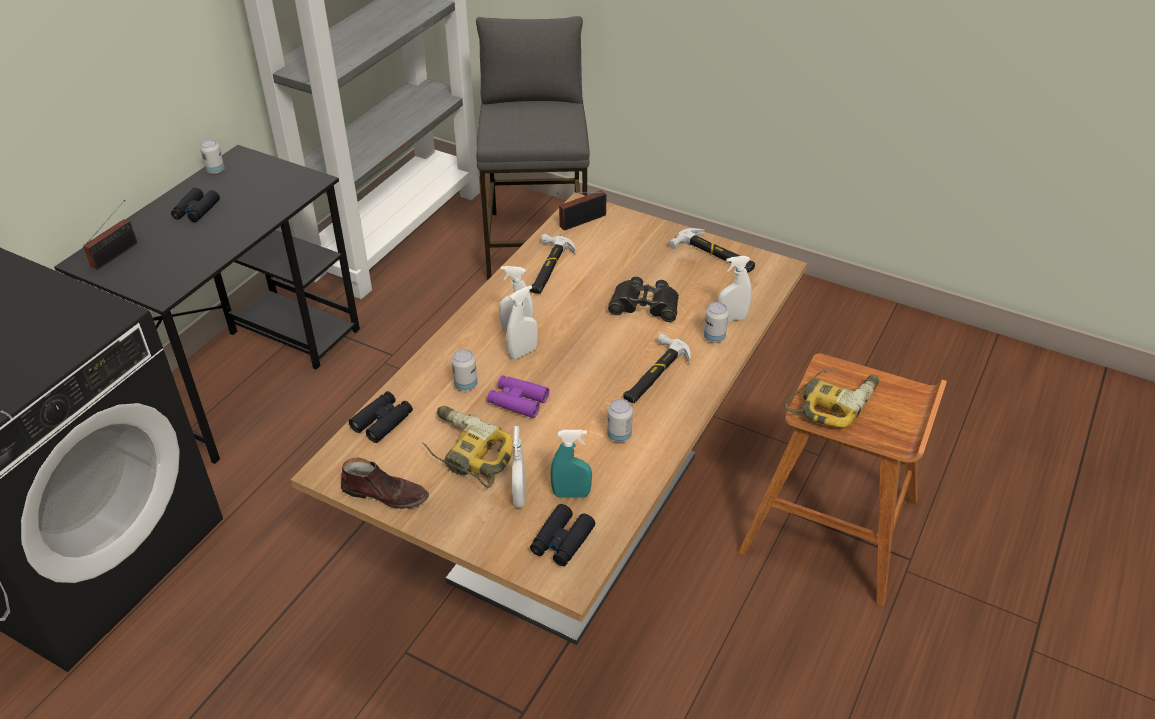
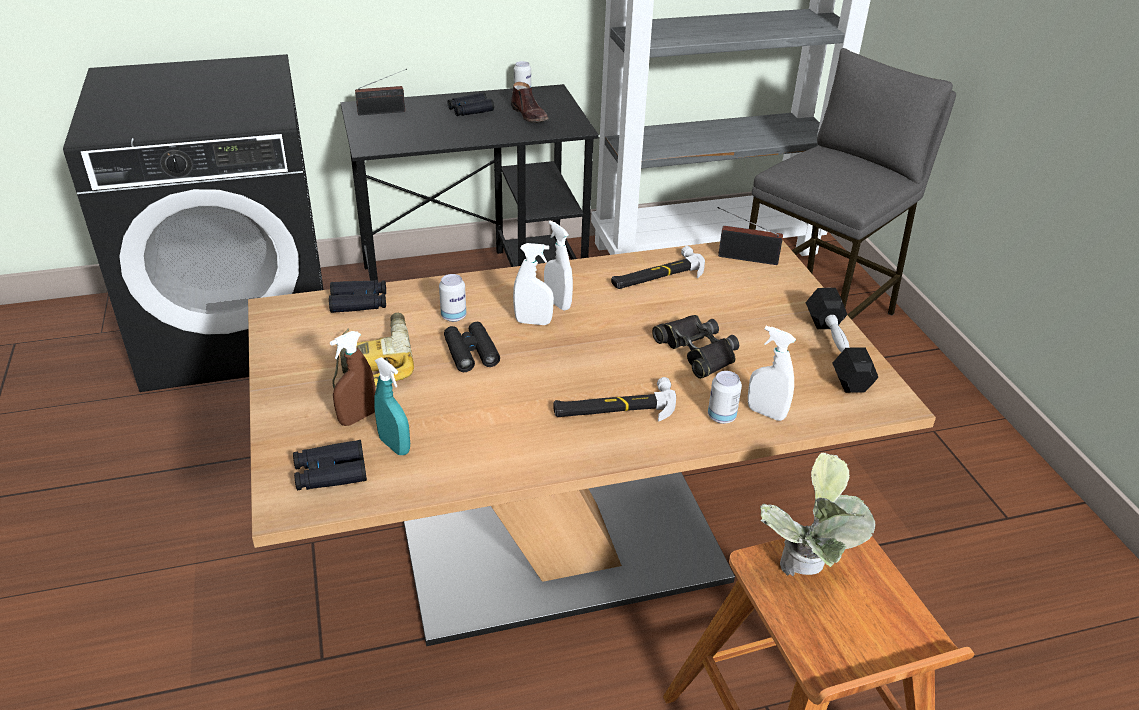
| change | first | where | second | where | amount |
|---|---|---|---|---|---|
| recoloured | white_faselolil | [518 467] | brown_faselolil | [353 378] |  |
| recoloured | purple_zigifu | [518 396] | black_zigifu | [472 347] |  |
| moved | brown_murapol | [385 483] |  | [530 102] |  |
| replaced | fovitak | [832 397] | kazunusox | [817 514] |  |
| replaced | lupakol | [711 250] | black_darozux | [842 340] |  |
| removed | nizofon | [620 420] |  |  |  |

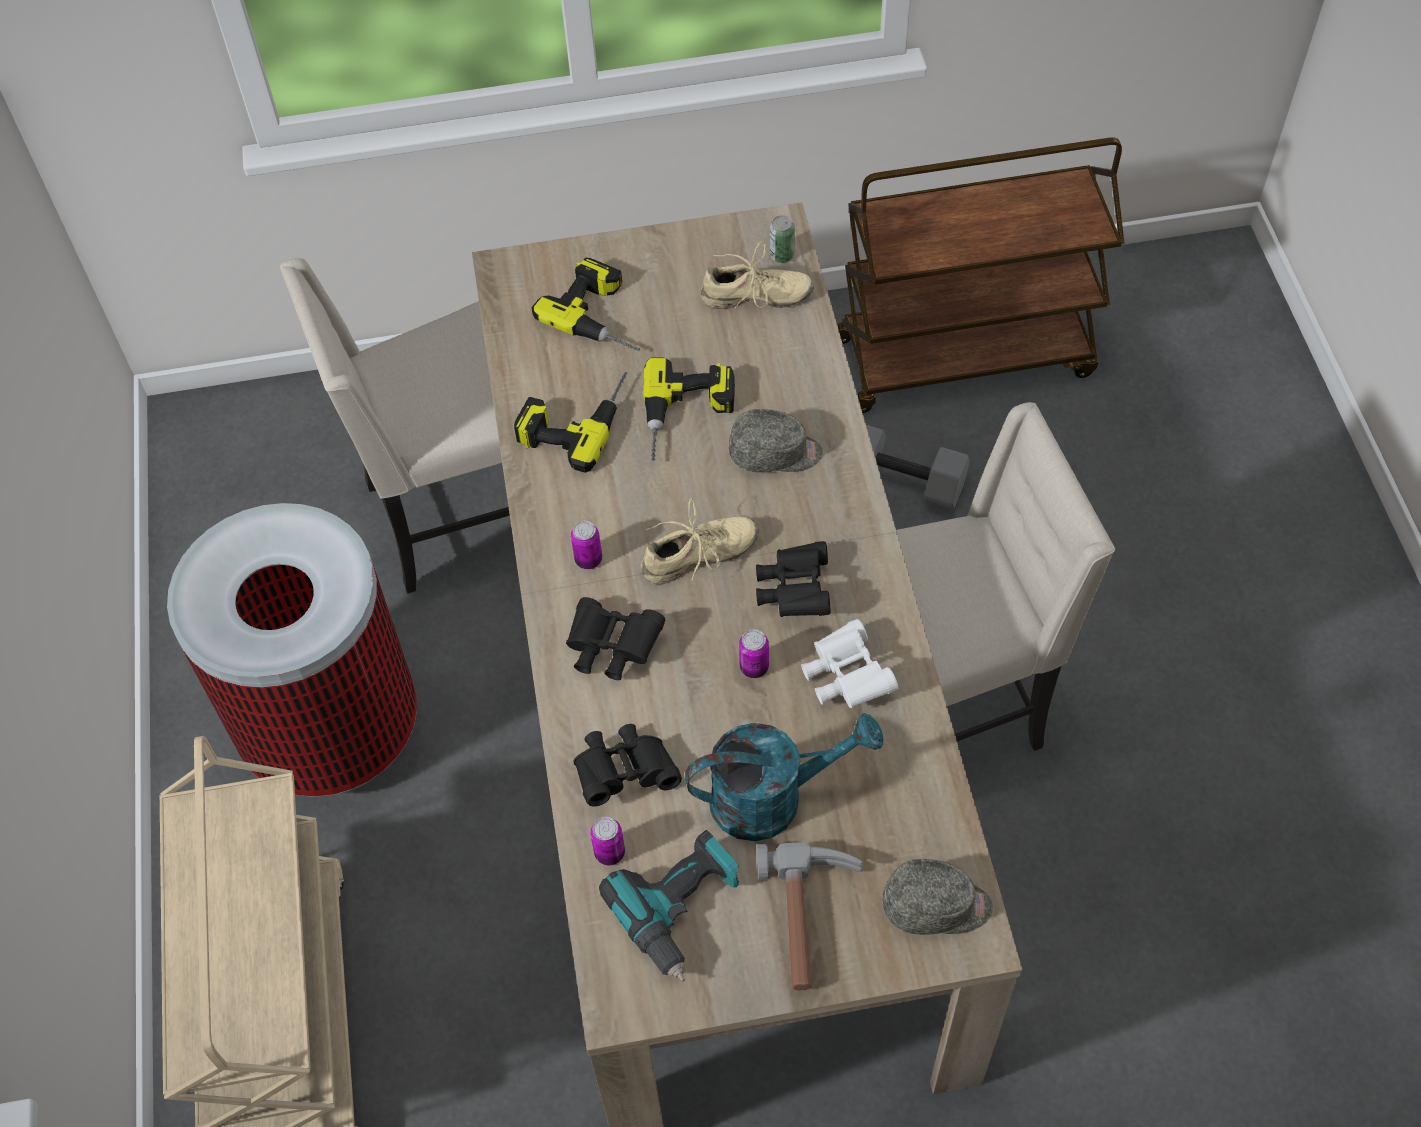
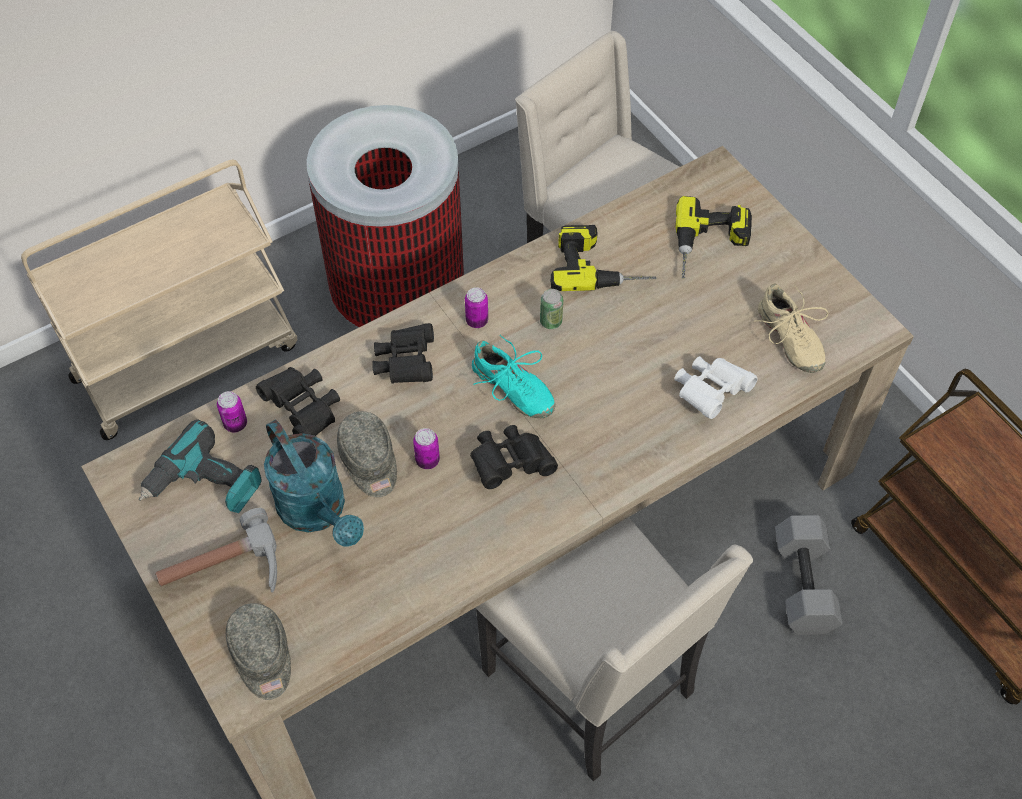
| change | first | where | second | where | amount |
|---|---|---|---|---|---|
| moved | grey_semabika | [776 441] |  | [367 454] |  |
| recoloured | beige_murapol | [700 541] | turquoise_murapol | [514 377] |  |
| moved | nizofon | [782 239] |  | [551 309] |  |
| moved | white_zigifu | [850 663] |  | [716 387] |  |
| removed | fovitak | [689 409] |  |  |  |

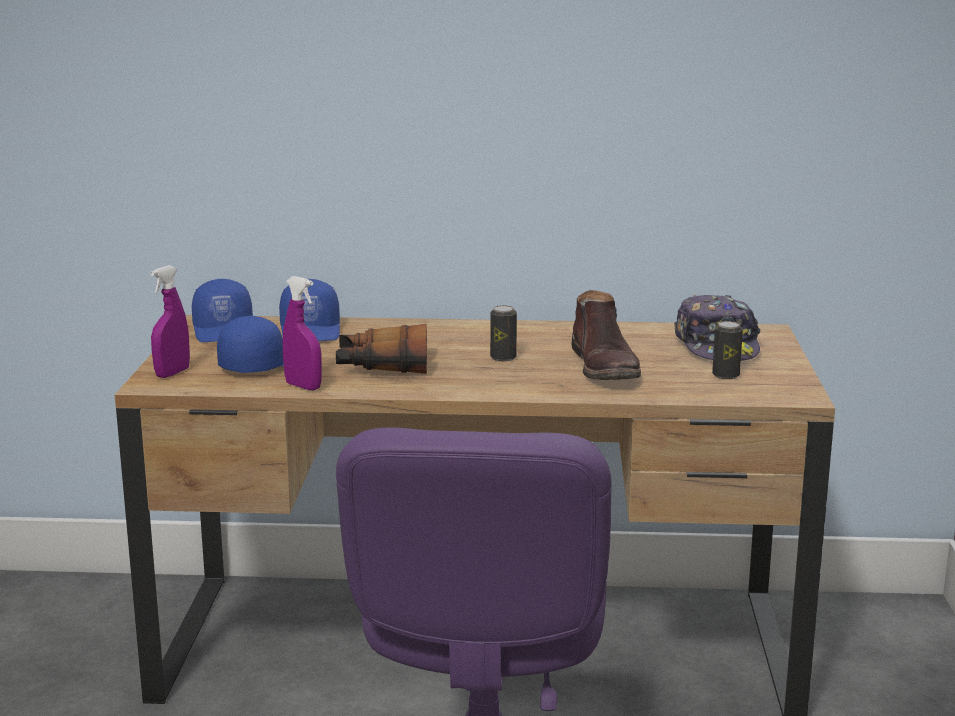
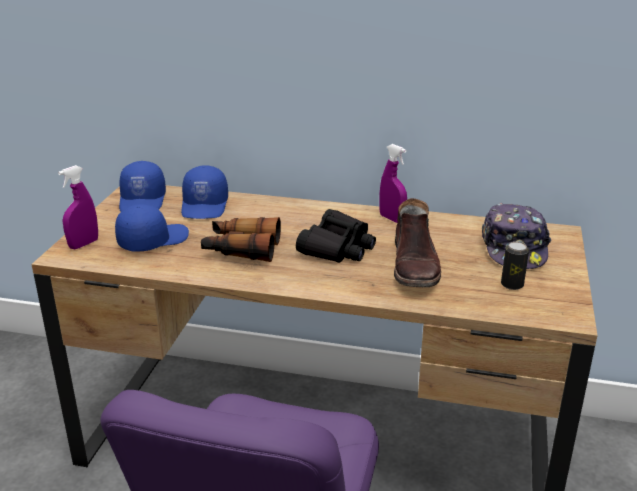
| change | first | where | second | where | amount |
|---|---|---|---|---|---|
| replaced | nizofon | [503 333] | black_zigifu | [336 236] |  |
| moved | purple_faselolil | [302 333] |  | [393 183] |  |

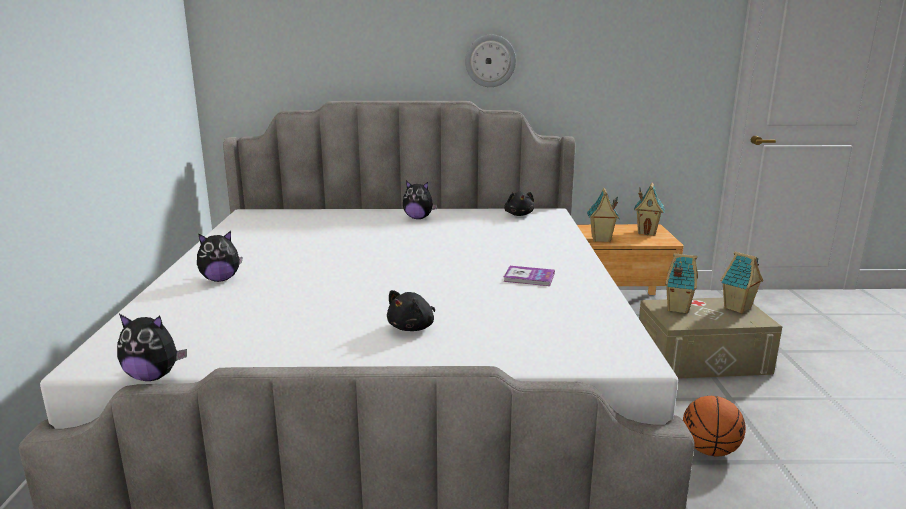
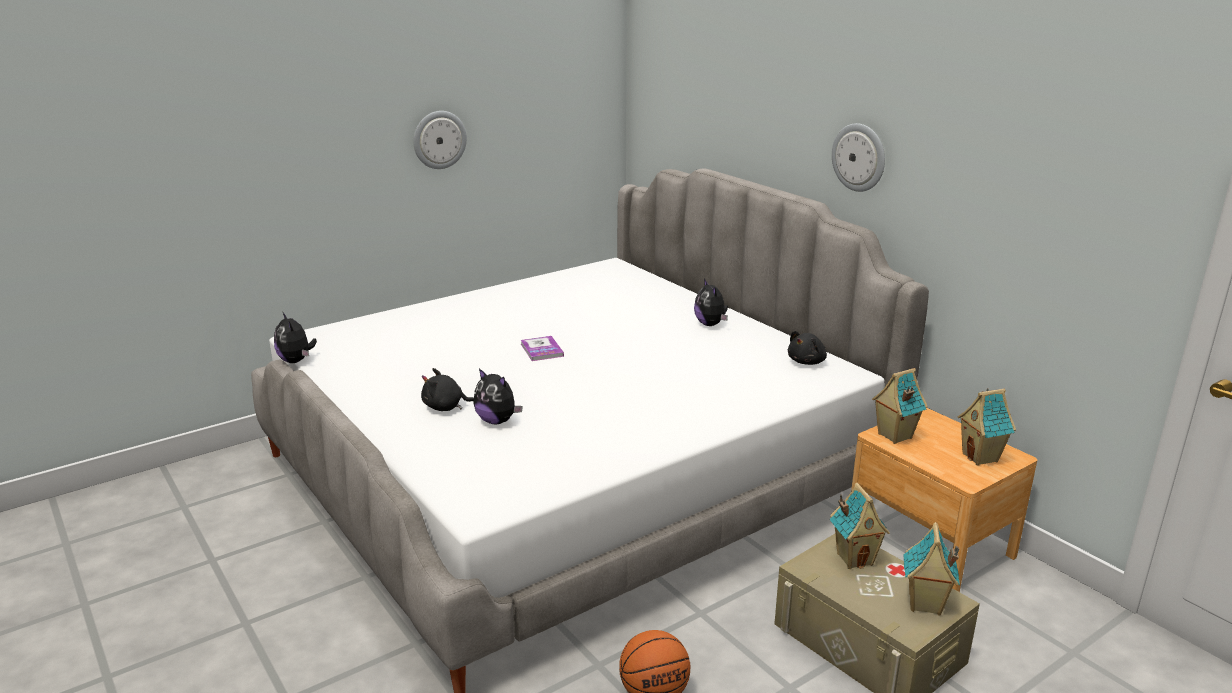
| change | first | where | second | where | amount |
|---|---|---|---|---|---|
| added |  |  | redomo | [440 140] |  |
| moved | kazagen | [219 256] |  | [498 396] |  |
| moved | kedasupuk | [529 276] |  | [542 348] |  |

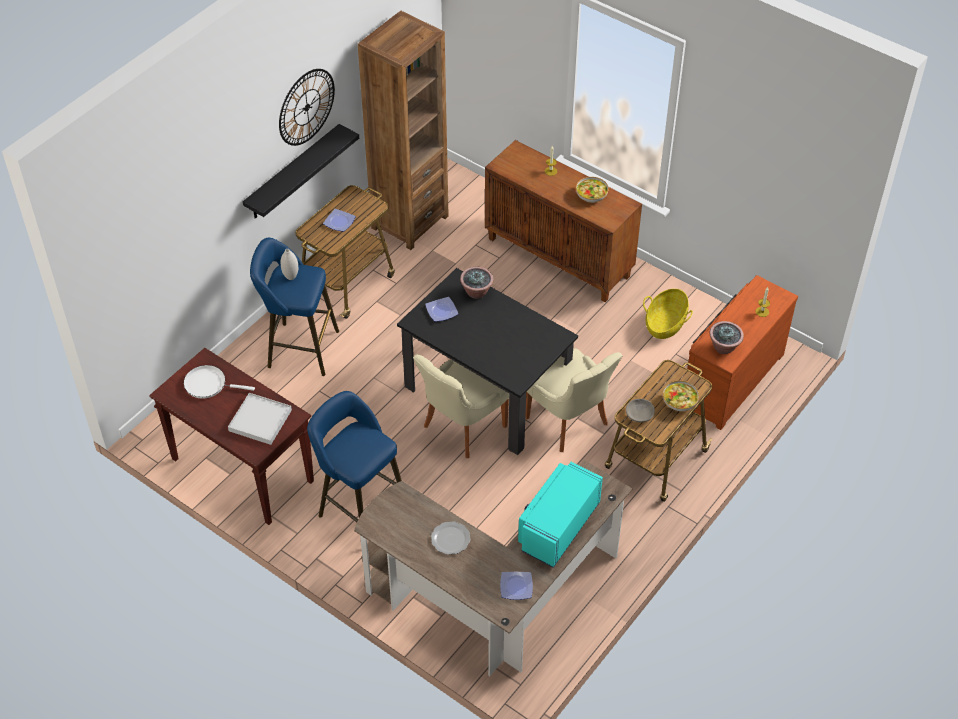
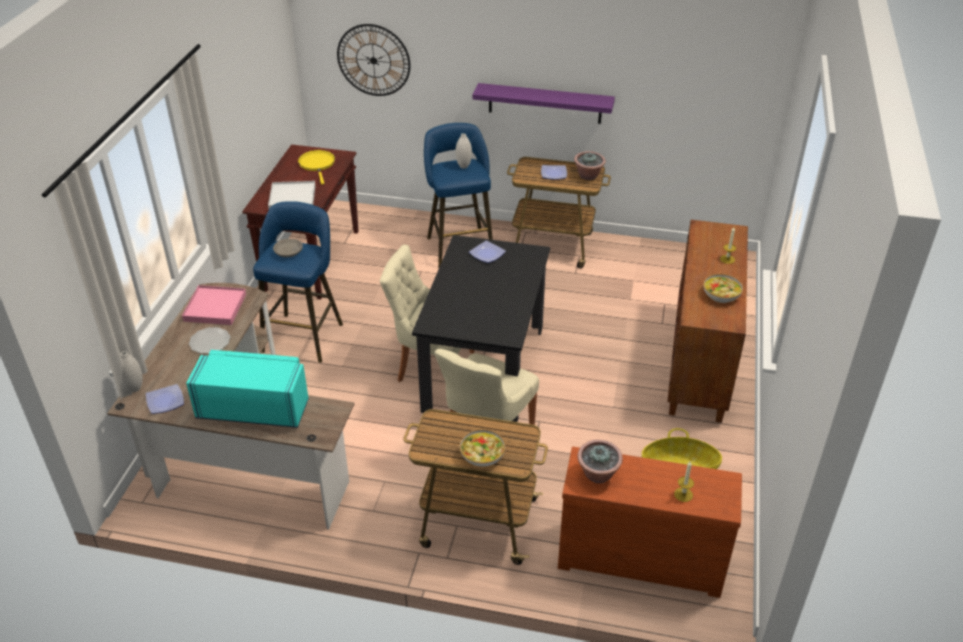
| change | first | where | second | where | amount |
|---|---|---|---|---|---|
| added |  |  | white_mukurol | [132 371] |  |
| added |  |  | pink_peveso | [214 305] |  |
| moved | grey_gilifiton | [640 410] |  | [288 248] |  |
| recoloured | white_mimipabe | [219 382] | yellow_mimipabe | [316 167] |  |
| moved | redomo | [307 107] |  | [373 60] |  |
| recoloured | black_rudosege | [301 171] | purple_rudosege | [544 103] |  |
| moved | kazunusox | [476 283] |  | [590 165] |  |
| removed | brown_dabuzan | [403 130] |  |  |  |

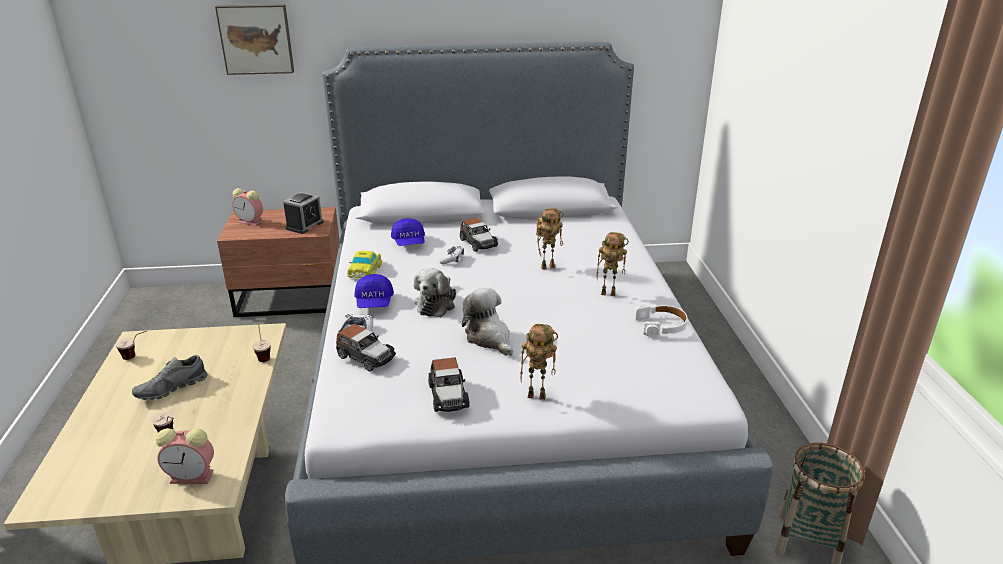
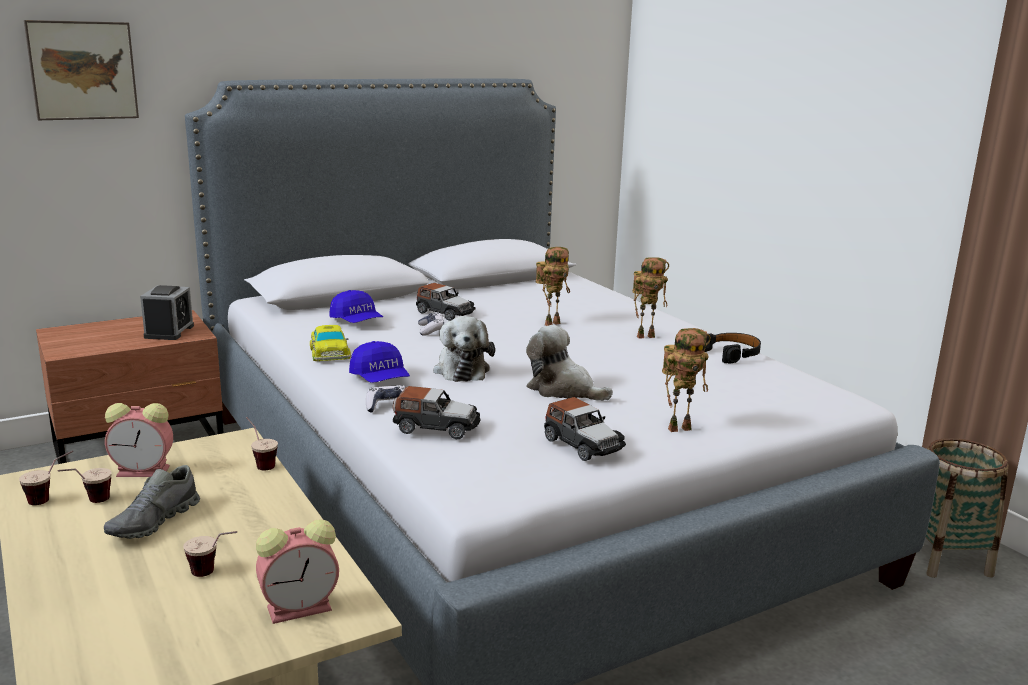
| change | first | where | second | where | amount |
|---|---|---|---|---|---|
| added |  |  | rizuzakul | [85 485] |  |
| moved | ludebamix | [247 207] |  | [139 440] |  |
| recoloured | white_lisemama | [661 321] | black_lisemama | [732 348] |  |

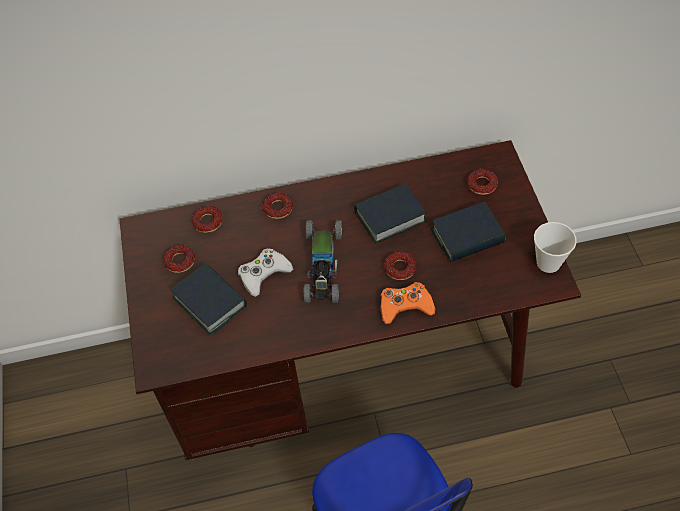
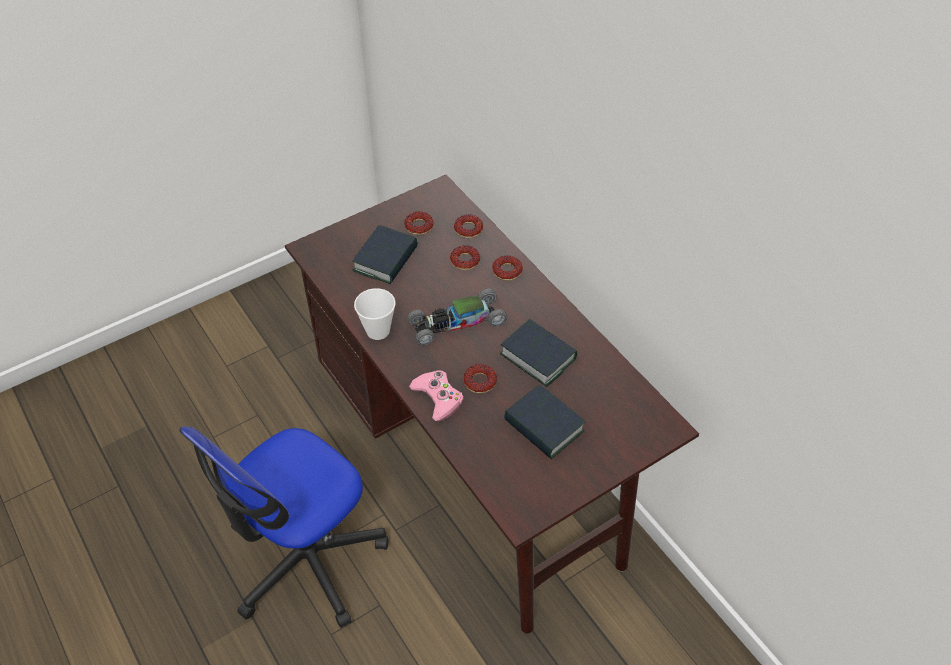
| change | first | where | second | where | amount |
|---|---|---|---|---|---|
| moved | rizuzakul | [555 247] |  | [375 314] |  |
| recoloured | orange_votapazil | [408 303] | pink_votapazil | [436 395] |  |
| moved | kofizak | [482 182] |  | [465 257] |  |
| removed | white_votapazil | [265 272] |  |  |  |

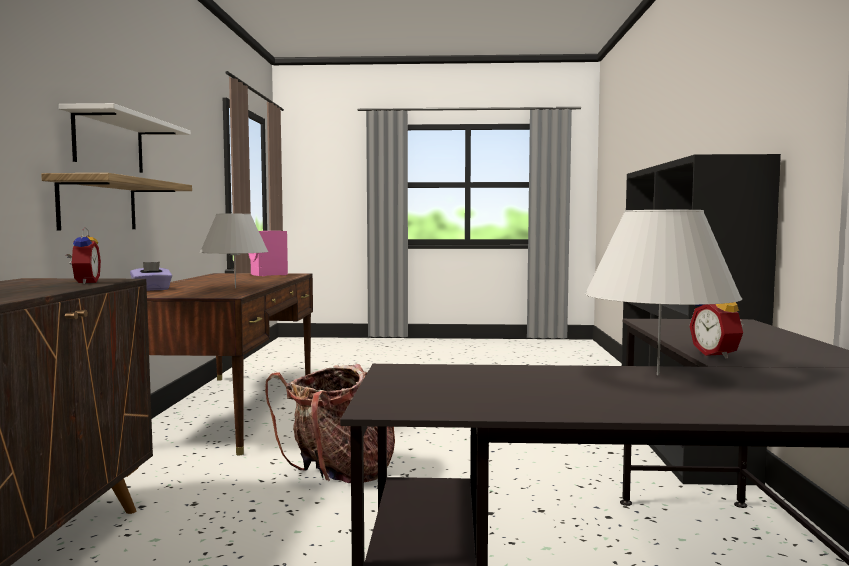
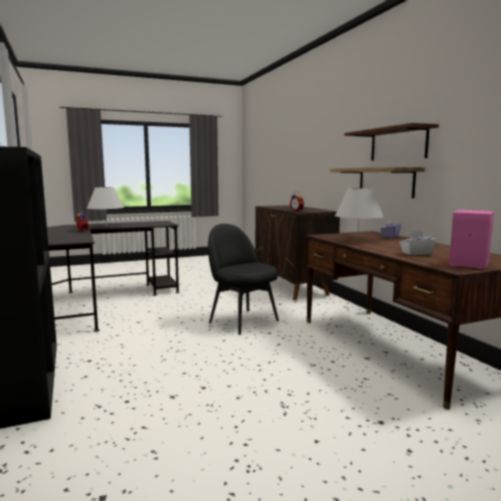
| change | first | where | second | where | amount |
|---|---|---|---|---|---|
| replaced | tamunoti | [330 423] | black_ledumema | [243 279] |  |
| recoloured | white_rudosege | [125 138] | brown_rudosege | [391 142] |  |
| added |  |  | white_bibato | [418 242] |  |

